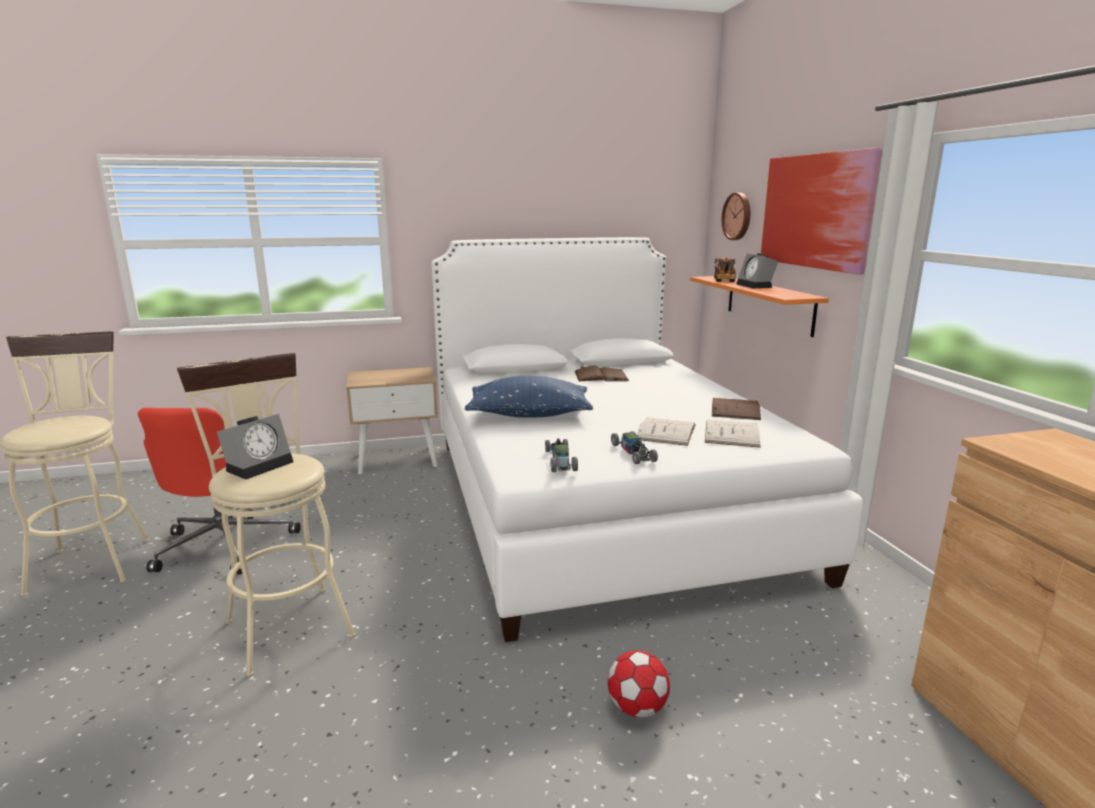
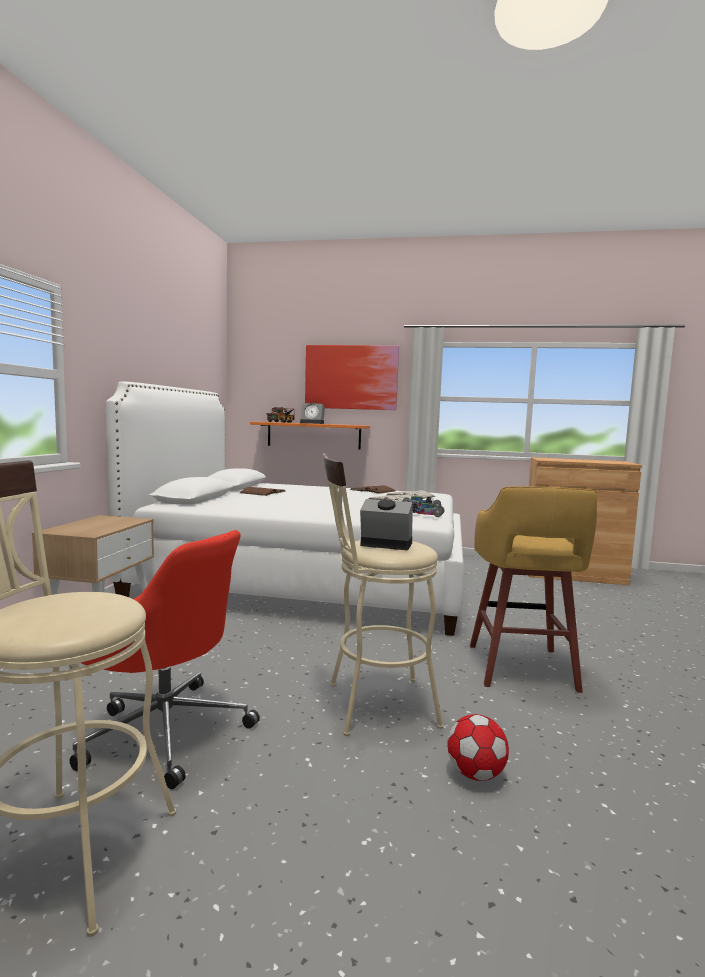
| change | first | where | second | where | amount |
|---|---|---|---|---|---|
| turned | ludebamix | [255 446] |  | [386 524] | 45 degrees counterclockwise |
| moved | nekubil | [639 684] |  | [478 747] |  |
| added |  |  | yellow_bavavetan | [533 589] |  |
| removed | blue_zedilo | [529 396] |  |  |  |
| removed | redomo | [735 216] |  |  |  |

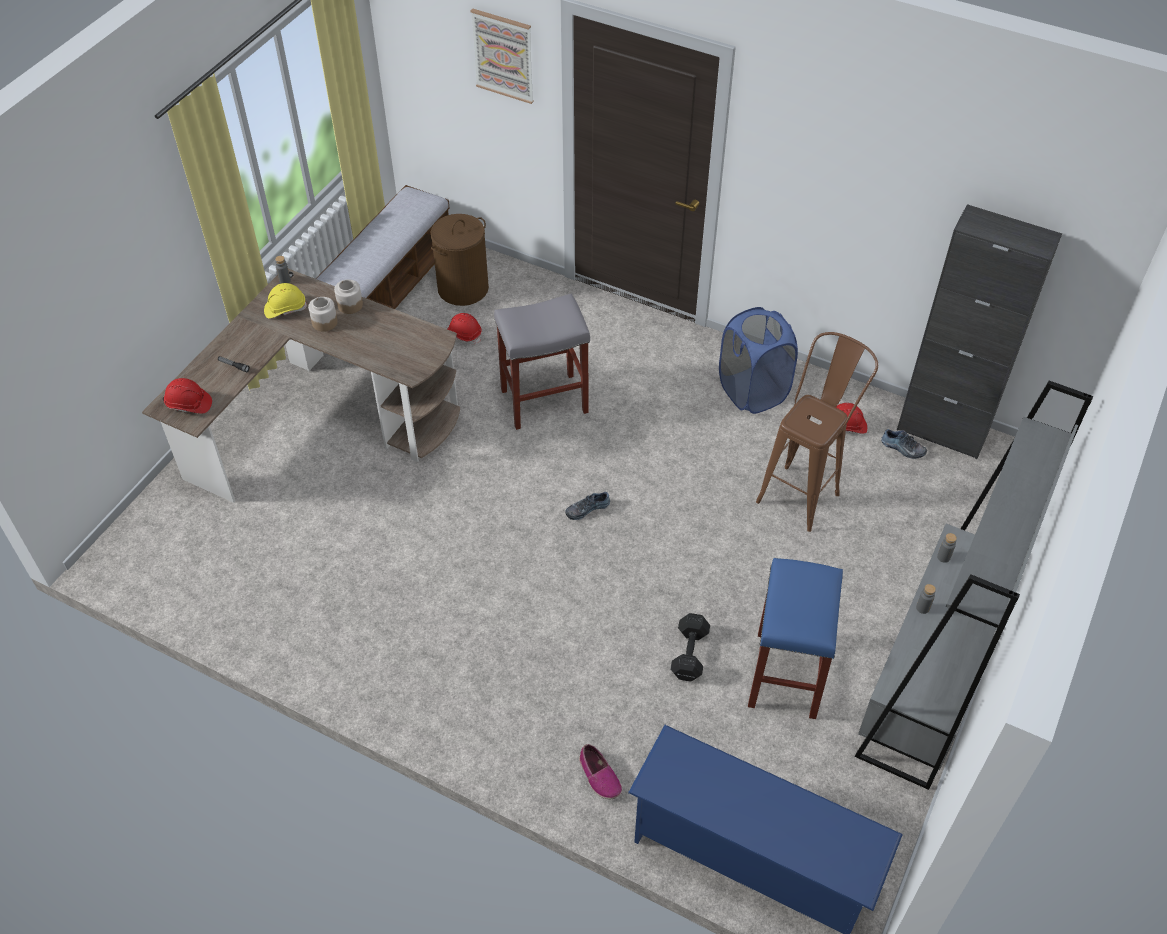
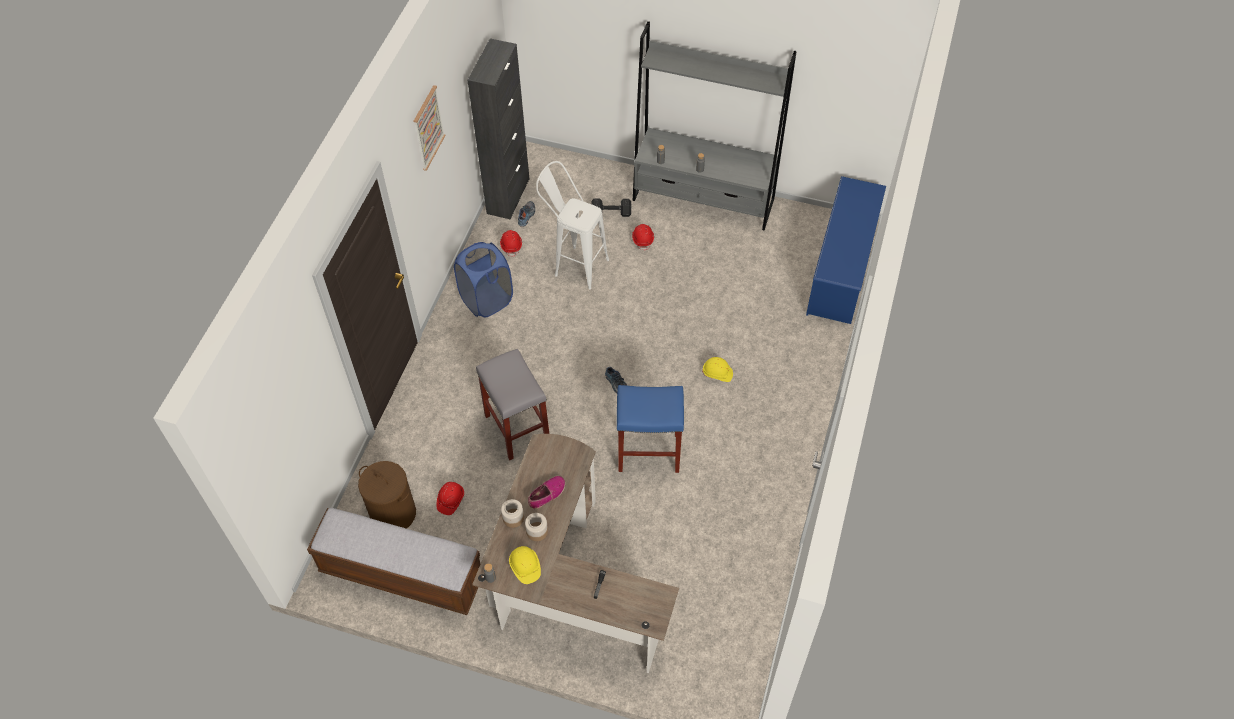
| change | first | where | second | where | amount |
|---|---|---|---|---|---|
| moved | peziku | [502 56] |  | [429 128] |  |
| moved | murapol | [600 771] |  | [546 492] |  |
| recoloured | brown_bavavetan | [817 432] | white_bavavetan | [572 225] |  |
| moved | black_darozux | [690 647] |  | [611 207] |  |
| moved | blue_bavavetan | [795 638] |  | [650 429] |  |
| moved | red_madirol | [188 396] |  | [643 237] |  |
| added |  |  | yellow_madirol | [717 369] |  |

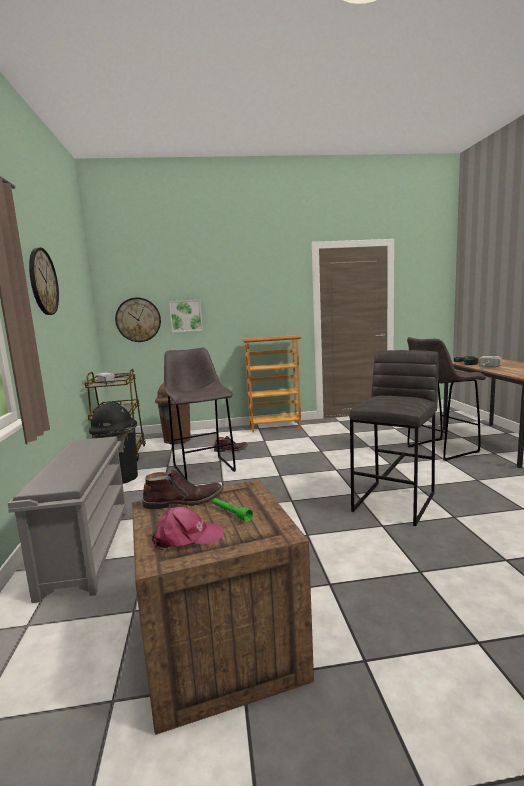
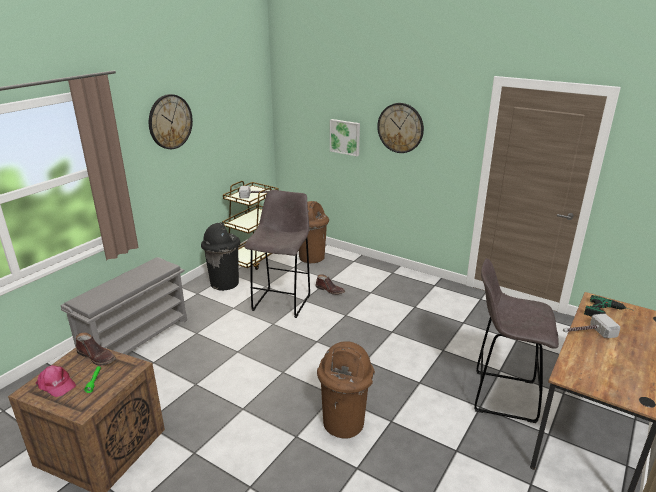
| change | first | where | second | where | amount |
|---|---|---|---|---|---|
| replaced | grey_bavavetan | [394 438] | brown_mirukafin | [346 390] |  |
| moved | redomo | [138 320] |  | [400 128] |  |
| removed | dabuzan | [271 384] |  |  |  |

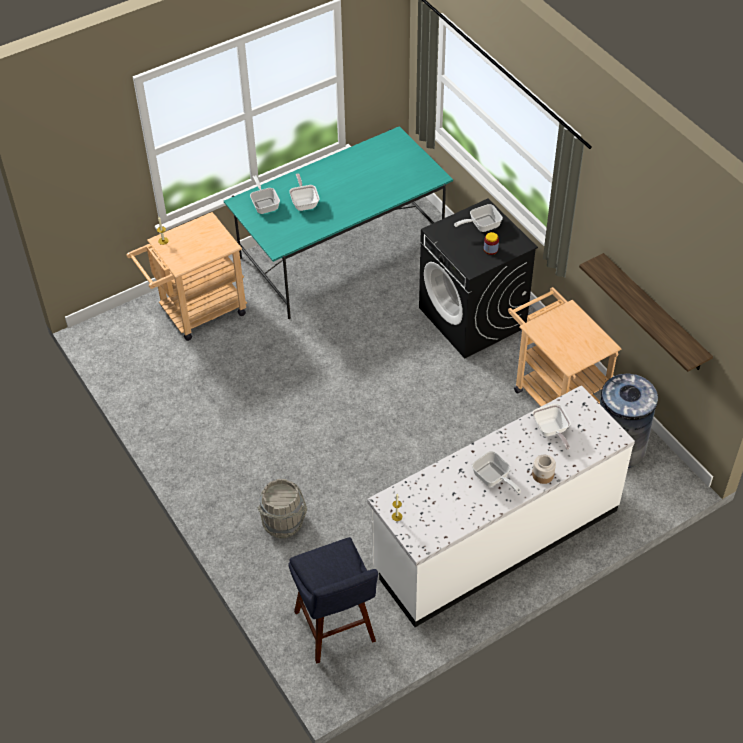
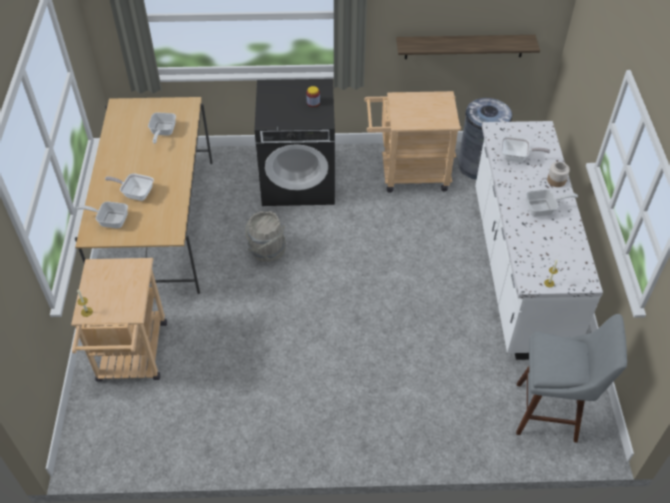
| change | first | where | second | where | amount |
|---|---|---|---|---|---|
| recoloured | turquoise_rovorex | [338 222] | beige_rovorex | [144 195] |  |
| moved | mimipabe | [478 218] |  | [162 128] |  |
| moved | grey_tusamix | [282 509] |  | [265 236] |  |
| recoloured | blue_bavavetan | [333 600] | grey_bavavetan | [571 378] |  |

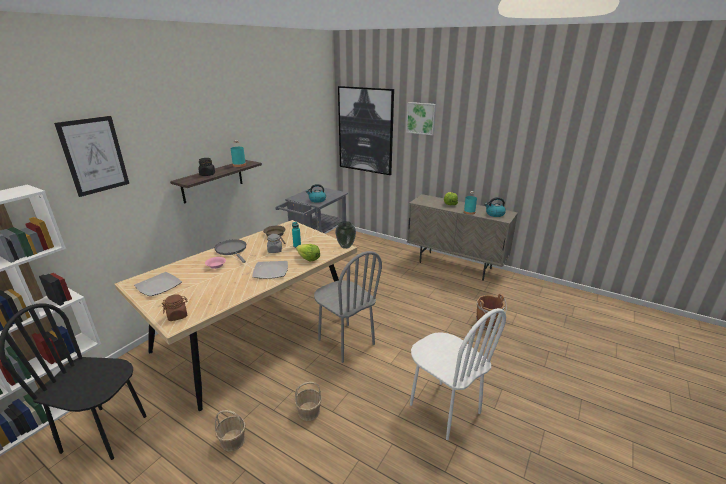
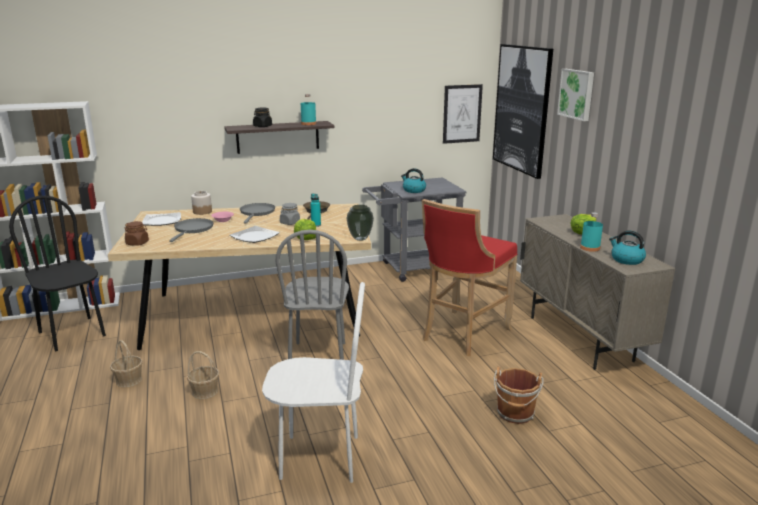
| change | first | where | second | where | amount |
|---|---|---|---|---|---|
| added |  |  | grey_mimipabe | [191 230] |  |
| added |  |  | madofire | [201 203] |  |
| turned | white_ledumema | [458 374] |  | [313 382] | 90 degrees counterclockwise |
| added |  |  | red_bavavetan | [469 277] |  |
| moved | peziku | [91 156] |  | [463 114] |  |

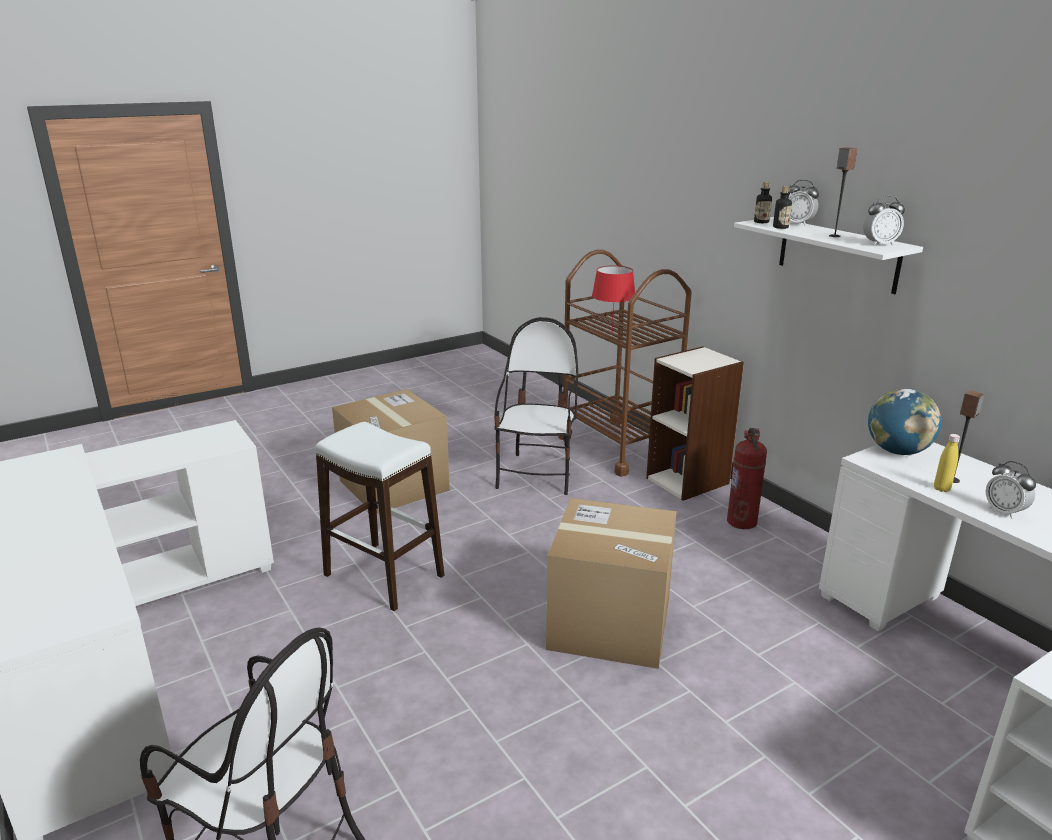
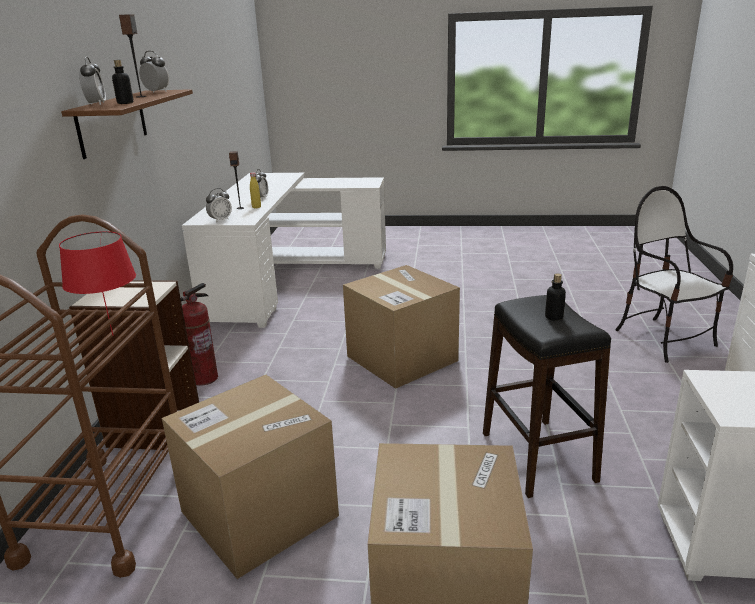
| change | first | where | second | where | amount |
|---|---|---|---|---|---|
| recoloured | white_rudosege | [828 255] | brown_rudosege | [127 124] |  |
| replaced | ledumema | [536 406] | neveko | [250 477] |  |
| replaced | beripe | [904 422] | ludebamix | [219 205] |  |
| recoloured | white_bavavetan | [379 516] | black_bavavetan | [547 396] |  |
| moved | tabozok | [763 202] |  | [555 297] |  |

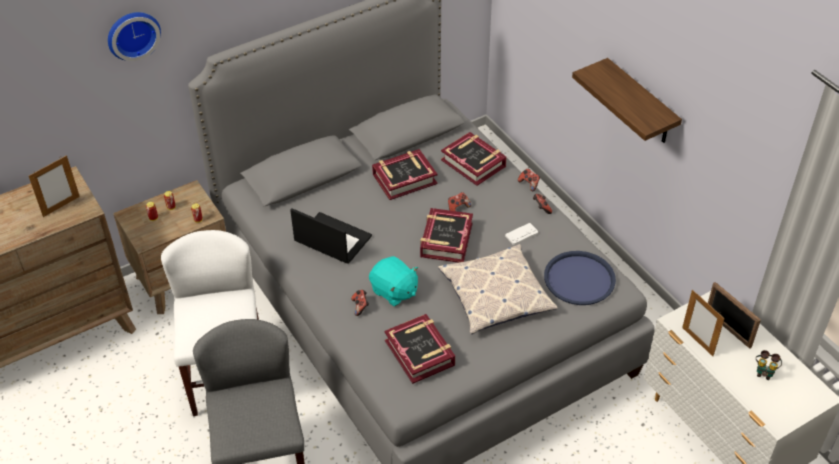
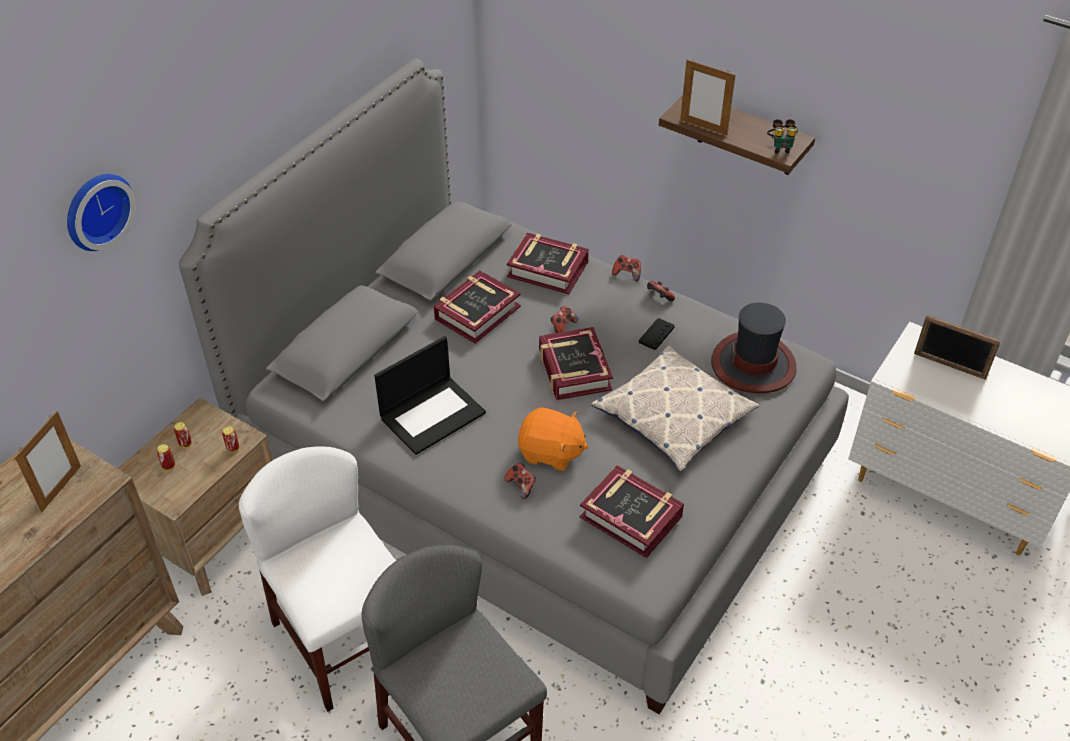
| change | first | where | second | where | amount |
|---|---|---|---|---|---|
| turned | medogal | [331 236] |  | [430 395] | 135 degrees clockwise |
| recoloured | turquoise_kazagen | [393 281] | orange_kazagen | [553 439] |  |
| recoloured | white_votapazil | [522 234] | black_votapazil | [657 334] |  |
| moved | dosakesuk | [703 323] |  | [707 97] |  |
| replaced | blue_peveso | [580 278] | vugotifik | [754 347] |  |
| moved | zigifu | [769 365] |  | [782 136] |  |

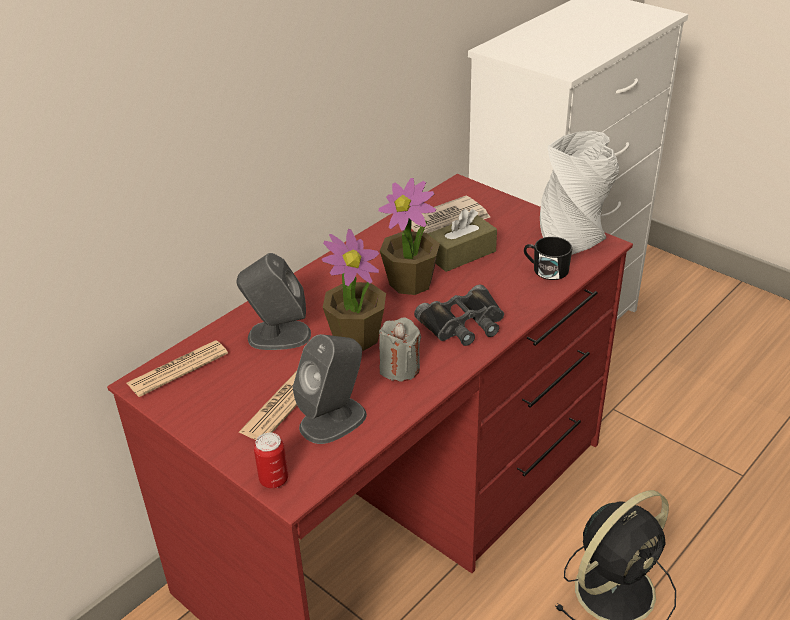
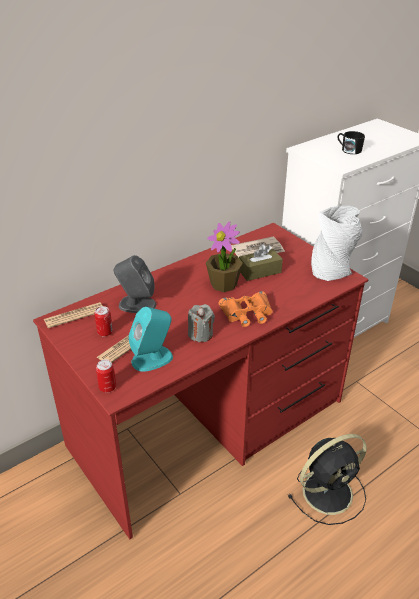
| change | first | where | second | where | amount |
|---|---|---|---|---|---|
| added |  |  | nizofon | [103 321] |  |
| recoloured | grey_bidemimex | [330 389] | turquoise_bidemimex | [151 339] |  |
| recoloured | black_zigifu | [459 315] | orange_zigifu | [246 309] |  |
| moved | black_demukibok | [548 258] |  | [351 142] |  |
| removed | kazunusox | [354 290] |  |  |  |

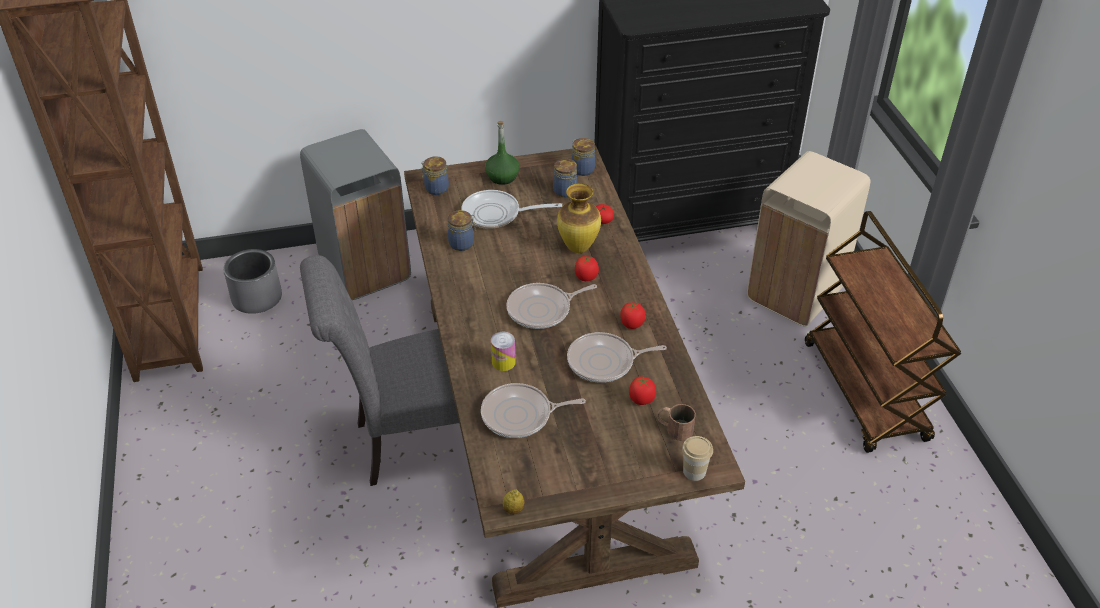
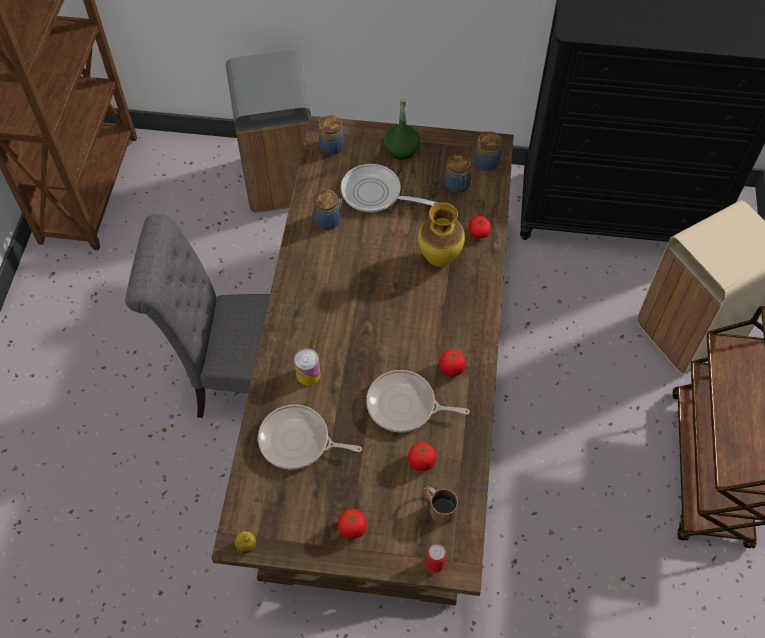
| change | first | where | second | where | amount |
|---|---|---|---|---|---|
| moved | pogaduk | [587 268] |  | [352 523] |  |
| replaced | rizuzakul | [697 458] | nizofon | [436 558] |  |
| removed | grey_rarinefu | [252 281] |  |  |  |
| removed | mimipabe | [551 306] |  |  |  |

